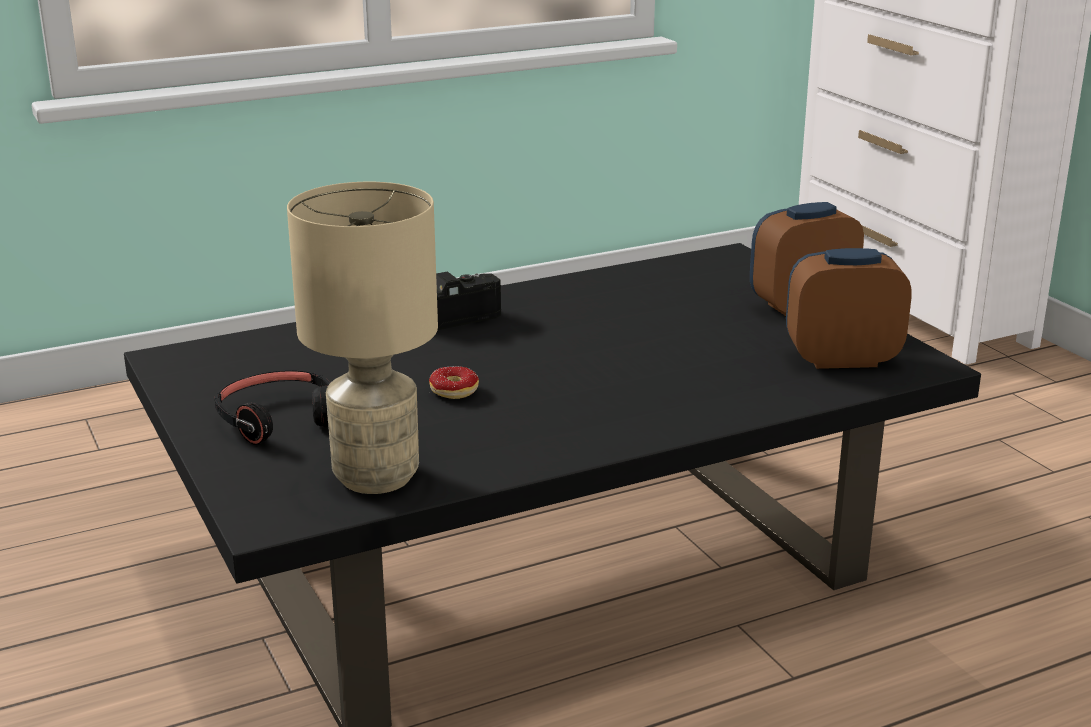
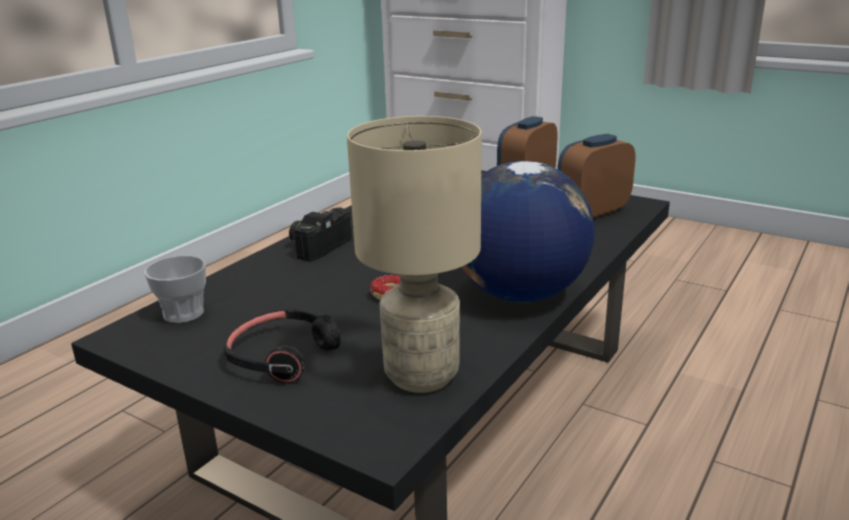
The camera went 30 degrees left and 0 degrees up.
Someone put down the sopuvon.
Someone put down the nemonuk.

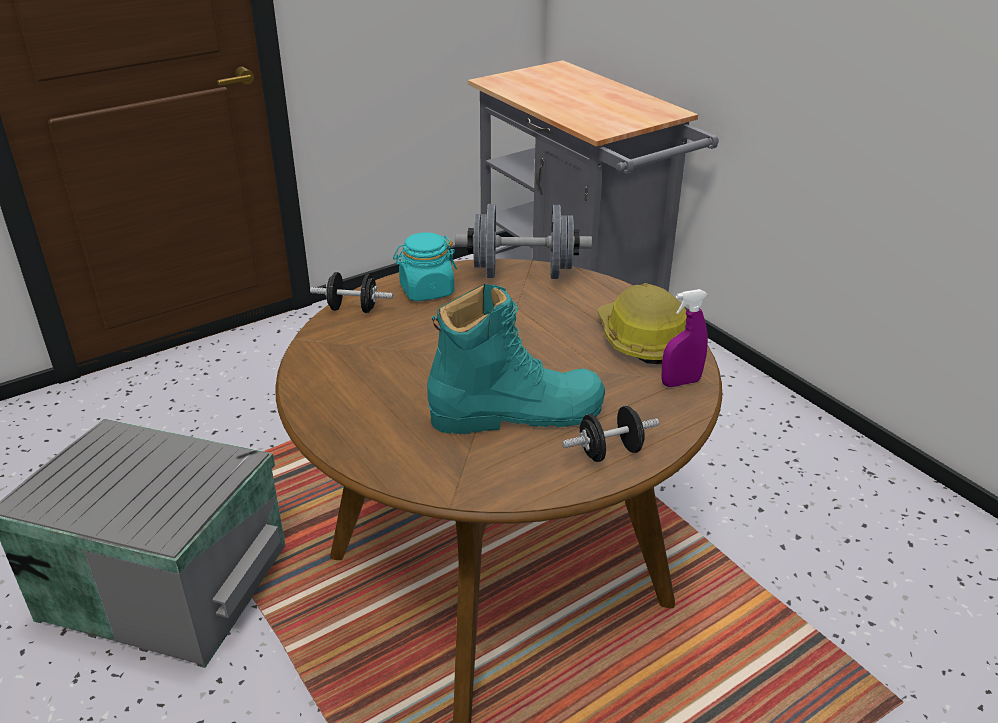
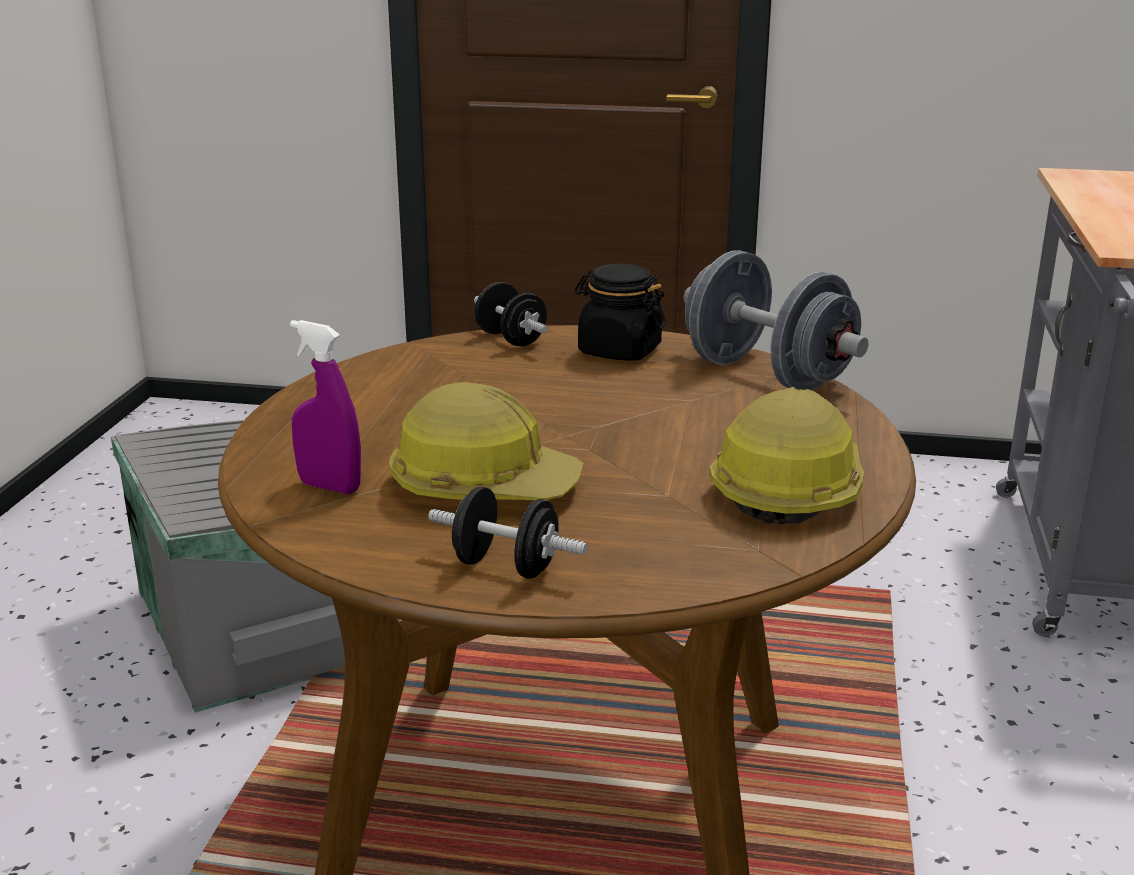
The camera went 45 degrees right and 10 degrees down.
Someone carried the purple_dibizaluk.
Someone swapped the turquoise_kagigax for the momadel (no. 1 from left).
Someone repainted the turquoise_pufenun, which became the black_pufenun.

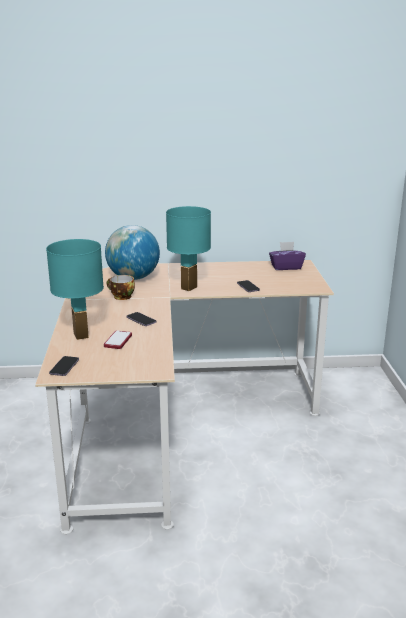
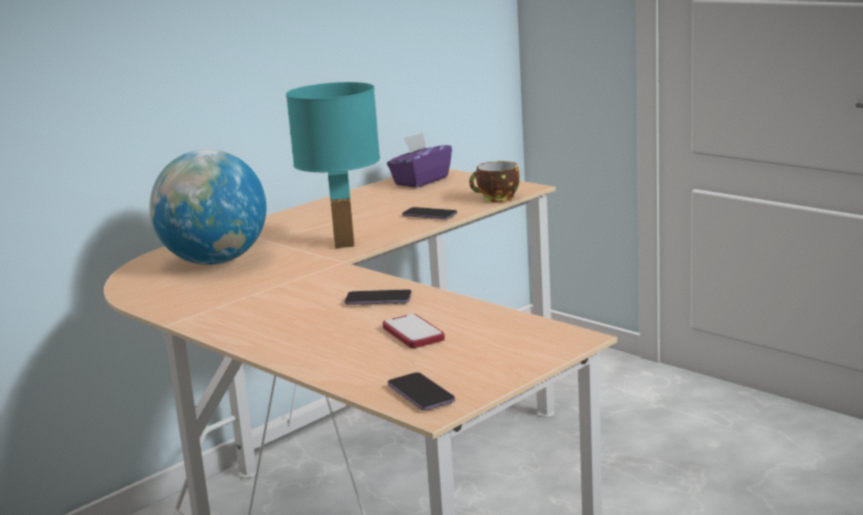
The camera went 40 degrees left and 5 degrees down.
Someone carried the sopuvon.
Someone took away the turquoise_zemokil (no. 1 from left).

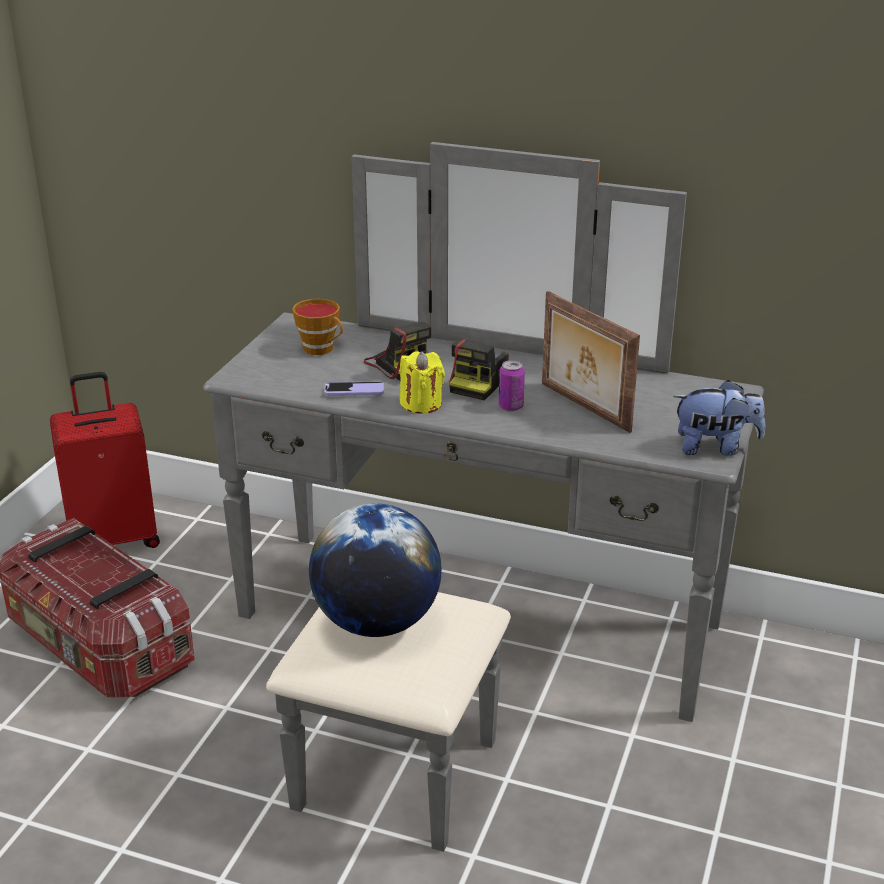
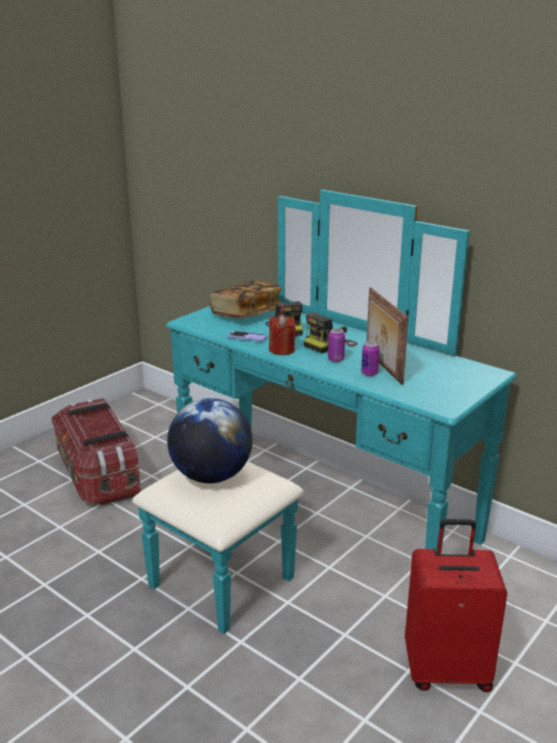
The camera went 20 degrees right and 5 degrees down.
Someone repainted the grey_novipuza, which became the turquoise_novipuza.
Someone swapped the sopuvon for the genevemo.
Someone repainted the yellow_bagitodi, which became the red_bagitodi.
Someone put down the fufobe (no. 2 from left).
Someone carried the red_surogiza.
Someone took away the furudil.

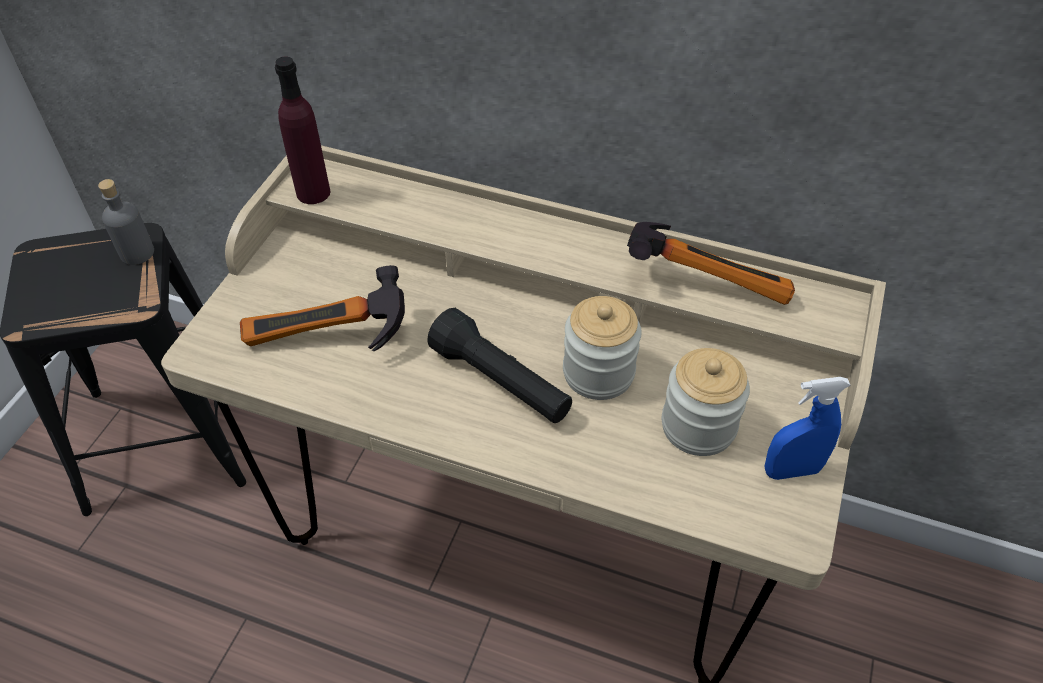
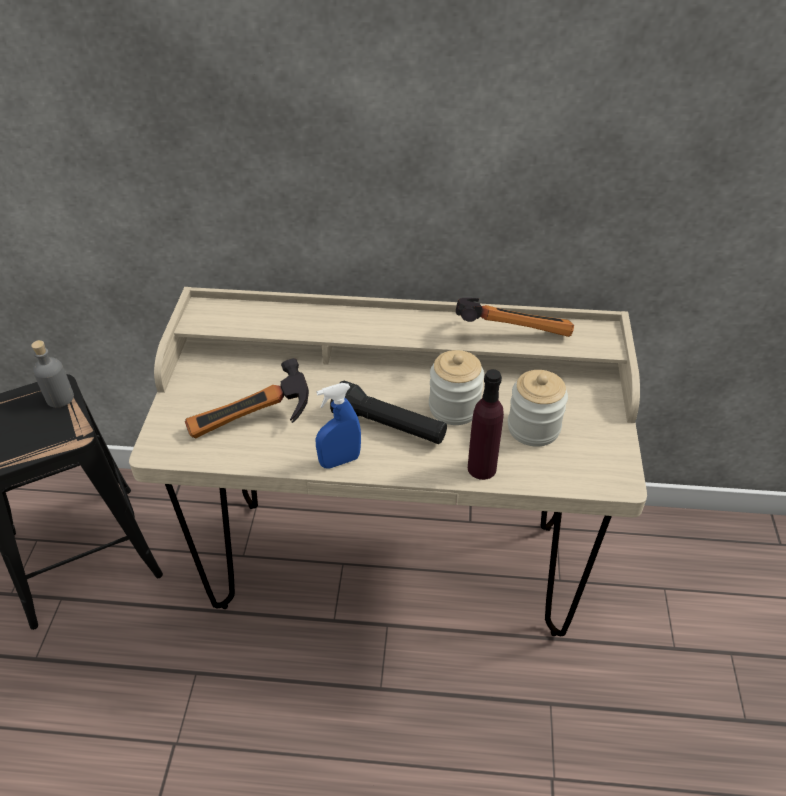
The camera went 15 degrees left and 5 degrees down.
Someone carried the blue_dibizaluk.
Someone carried the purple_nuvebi.

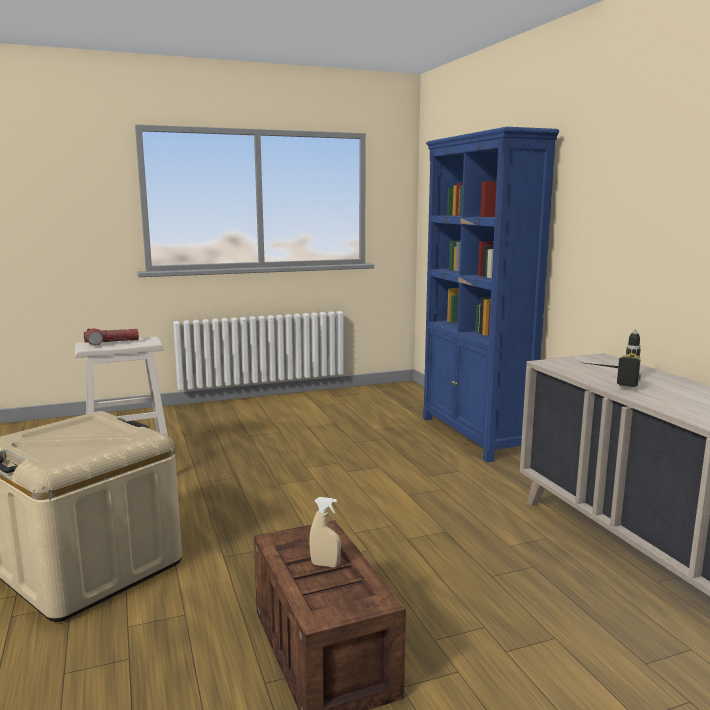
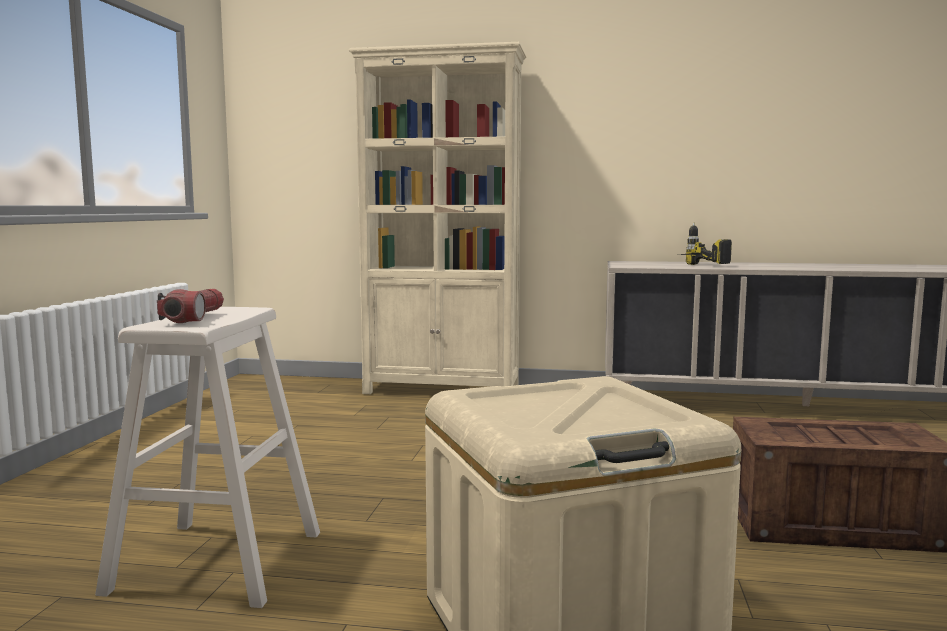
The camera went 60 degrees left and 5 degrees down.
Someone repainted the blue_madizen, which became the beige_madizen.
Someone took away the beige_dibizaluk.

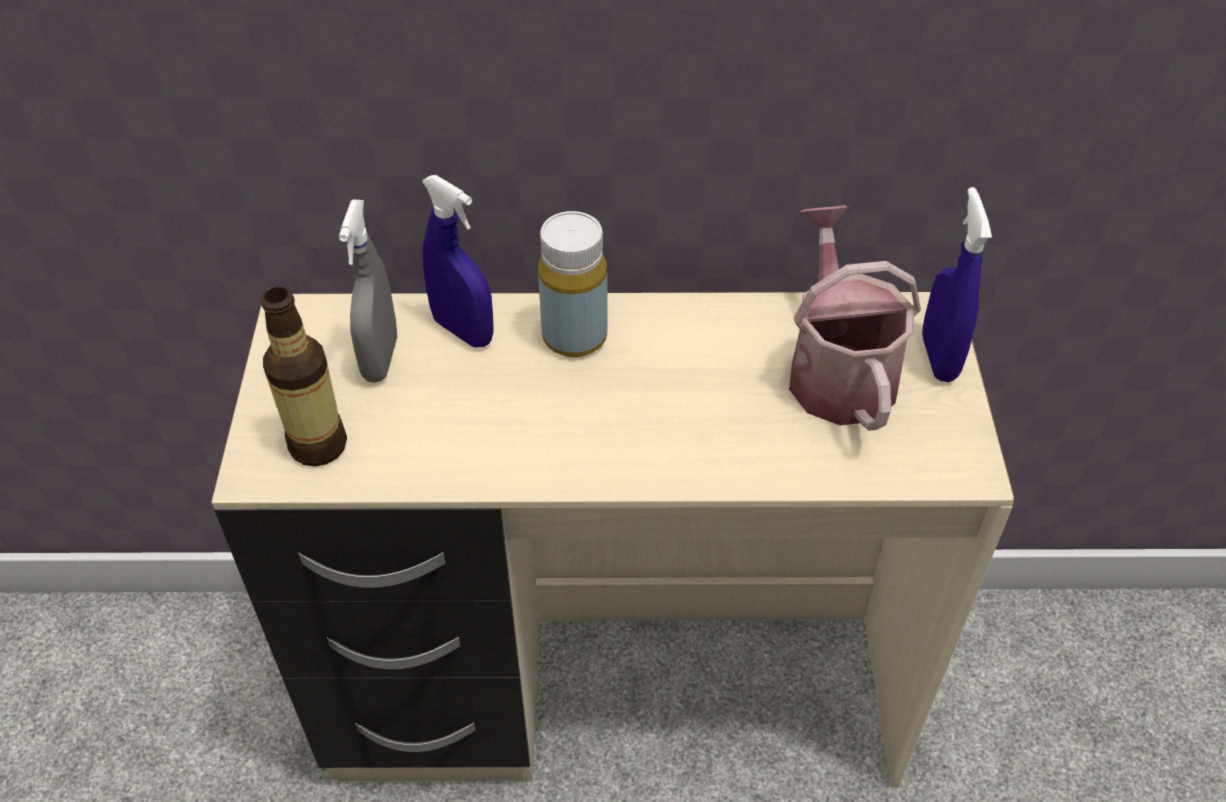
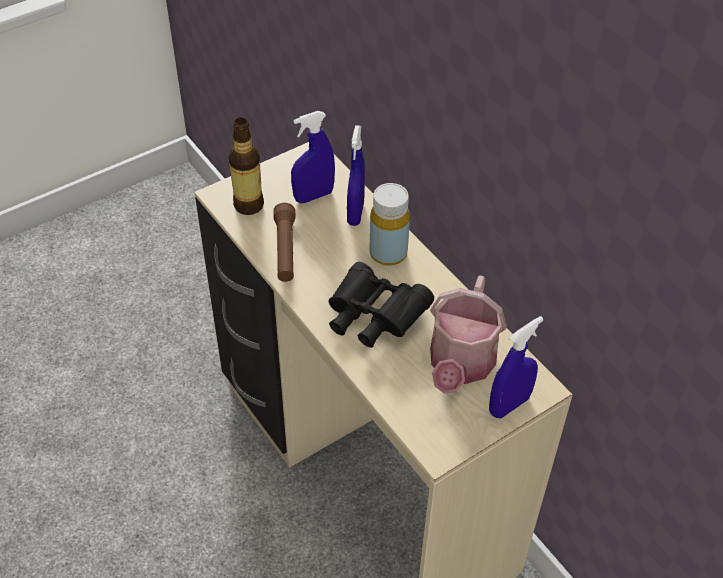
The camera went 55 degrees right and 0 degrees up.
Someone put down the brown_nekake.
Someone repainted the grey_dibizaluk, which became the blue_dibizaluk (no. 1 from left).
Someone put down the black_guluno.
Someone rotated the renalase by 150 degrees clockwise.

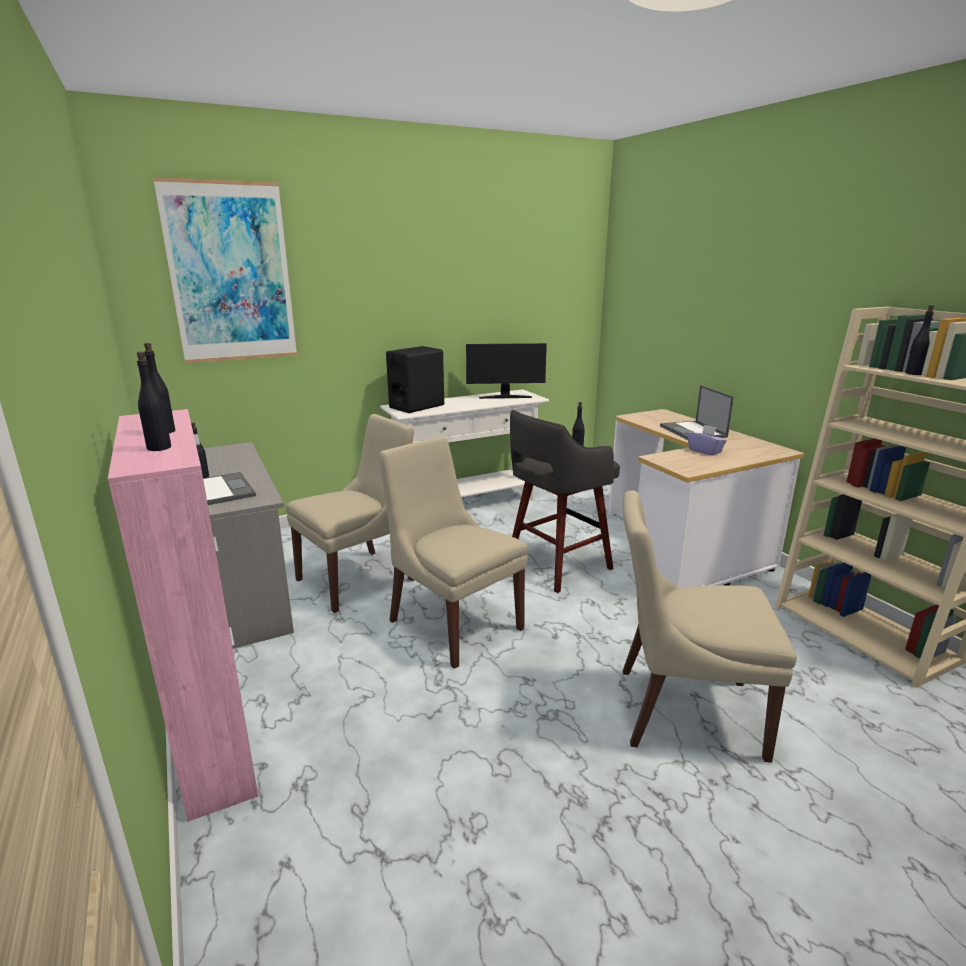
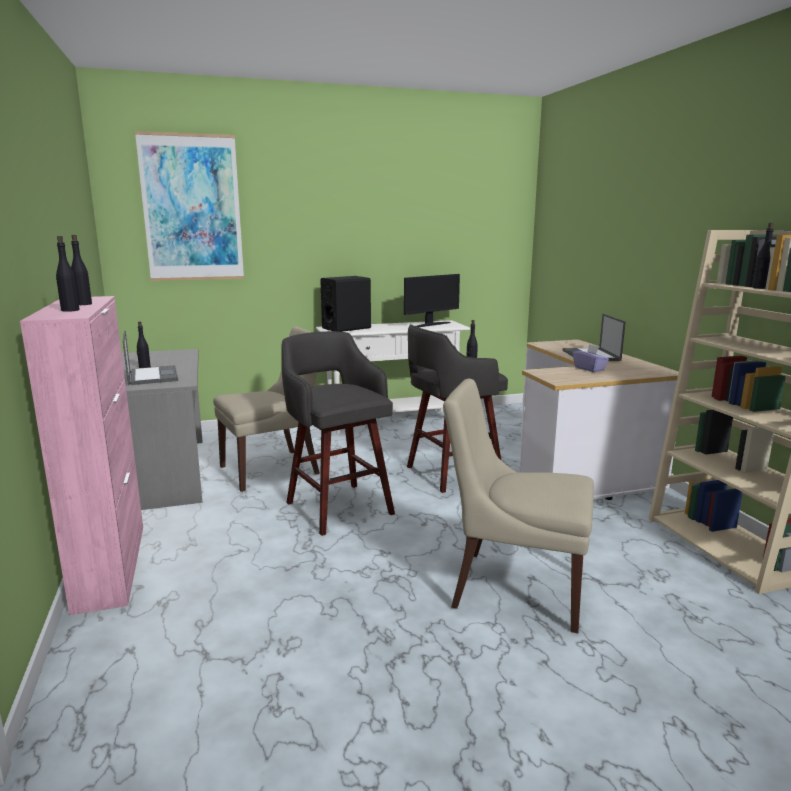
The camera went 10 degrees right and 5 degrees down.
Someone swapped the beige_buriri (no. 2 from left) for the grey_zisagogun (no. 1 from left).
Someone rotated the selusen by 45 degrees counterclockwise.

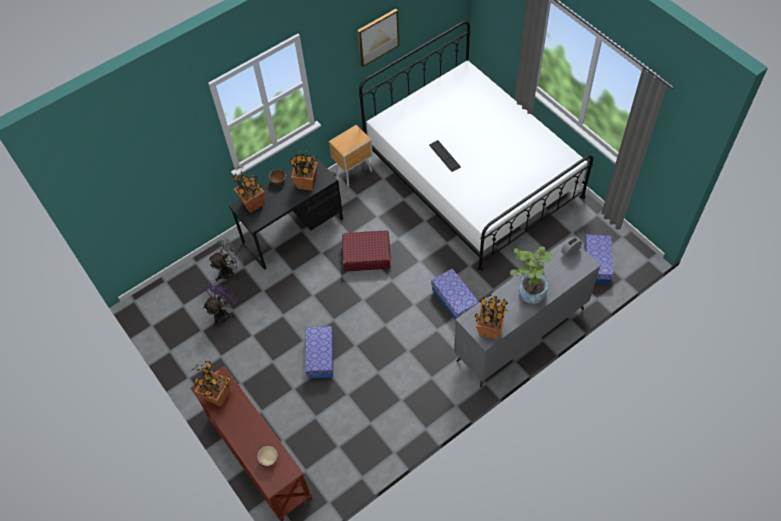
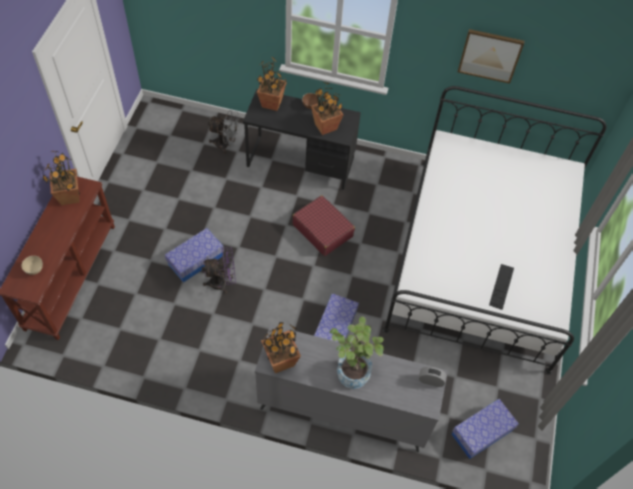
The camera went 45 degrees right and 0 degrees up.
Someone carried the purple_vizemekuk.
Someone carried the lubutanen.
Someone took away the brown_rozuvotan.

